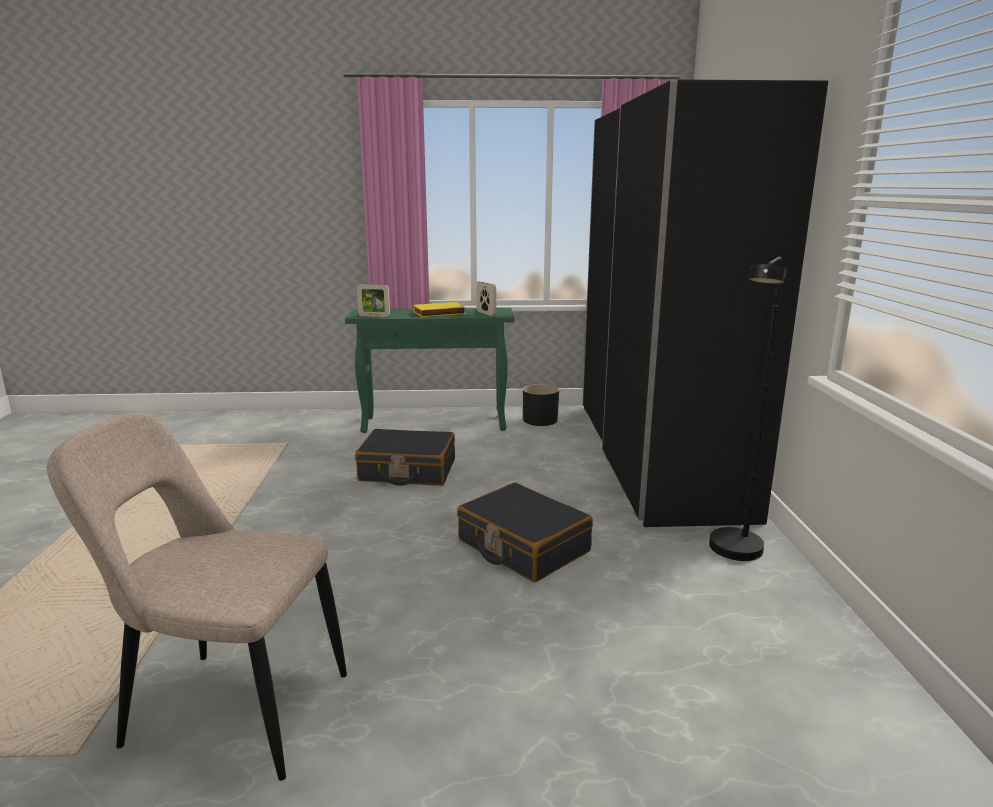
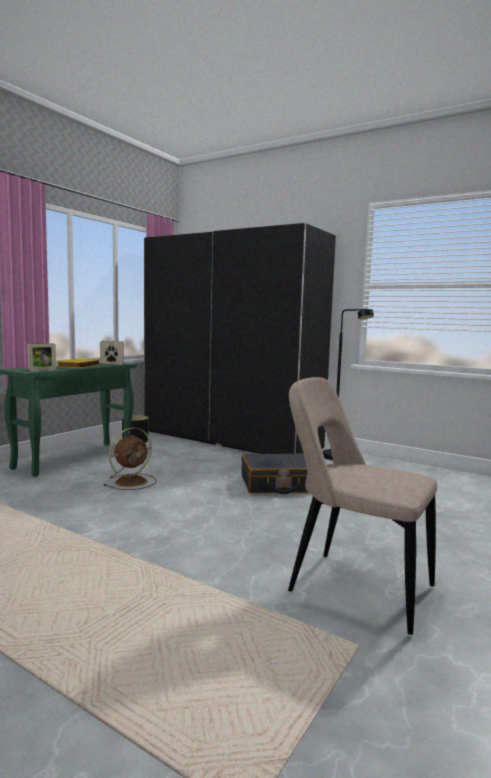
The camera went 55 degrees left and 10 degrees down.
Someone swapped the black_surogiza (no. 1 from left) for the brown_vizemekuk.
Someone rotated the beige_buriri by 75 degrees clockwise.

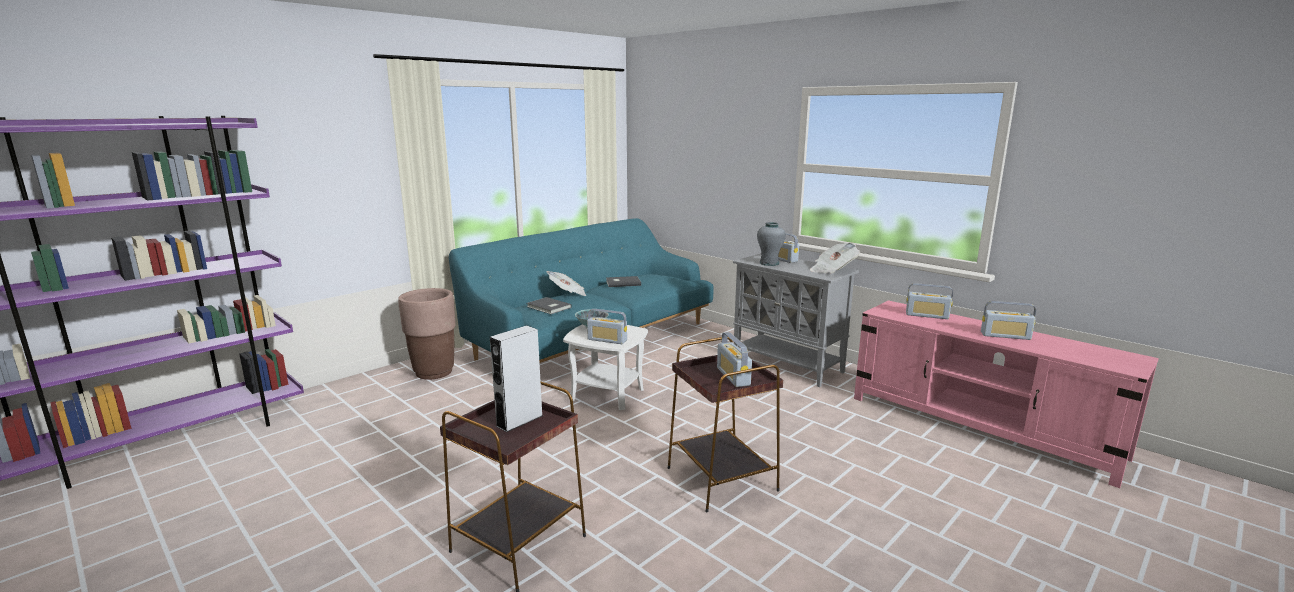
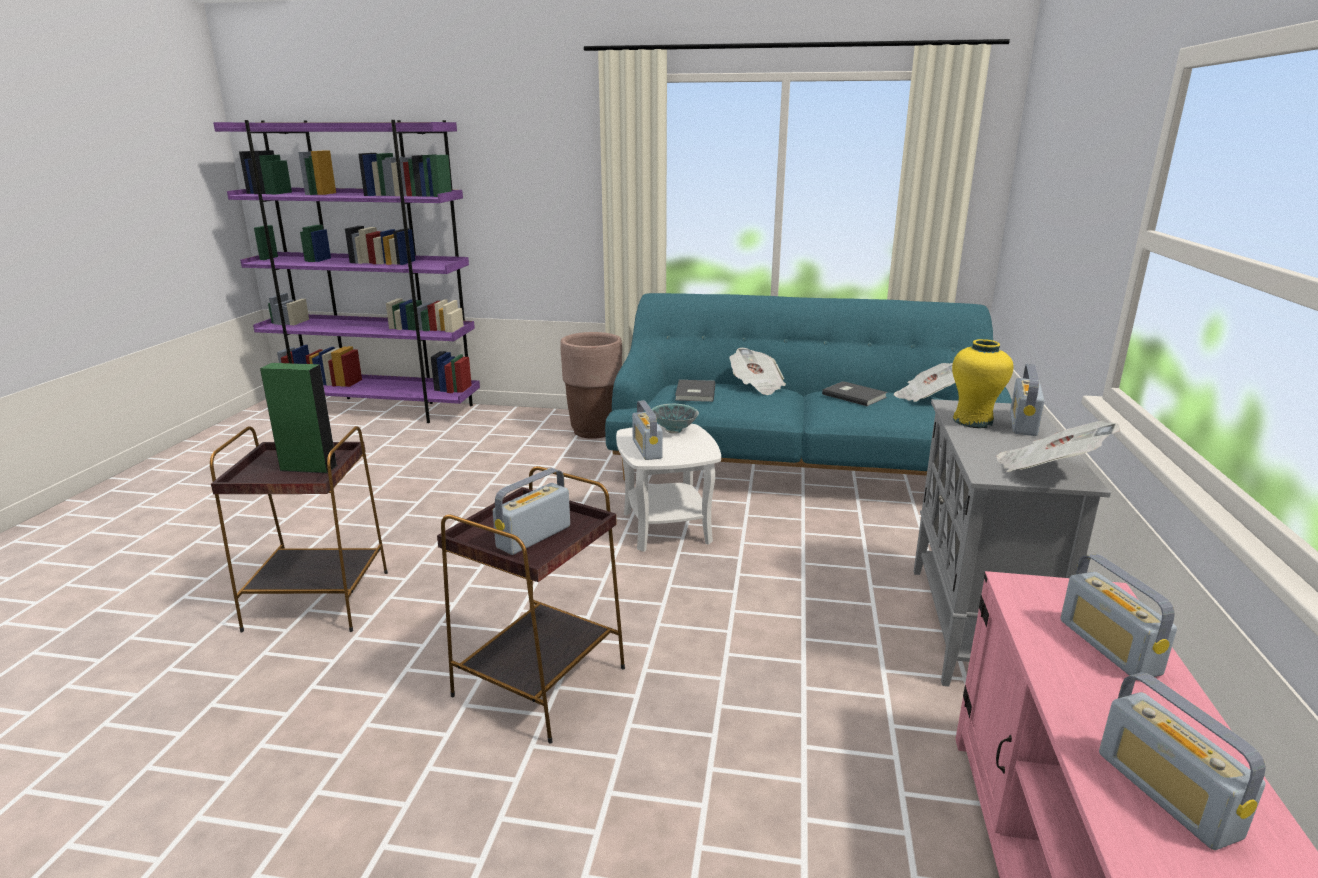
The camera went 55 degrees right and 5 degrees up.
Someone repainted the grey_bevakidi, which became the green_bevakidi.
Someone put down the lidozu (no. 2 from left).
Someone repainted the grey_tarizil, which became the yellow_tarizil.

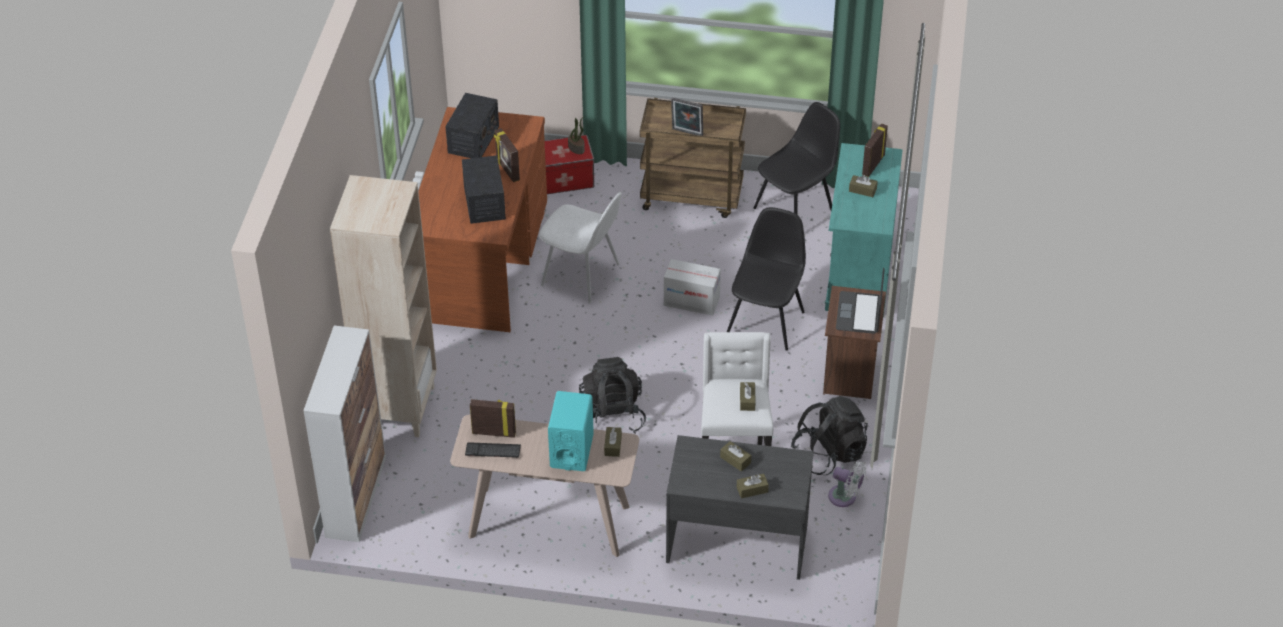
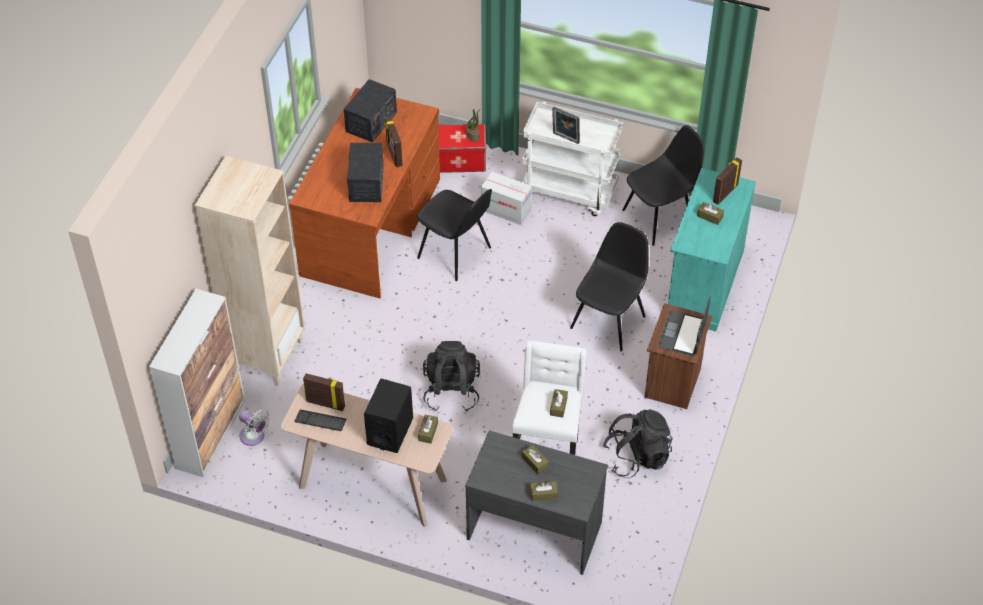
The camera went 10 degrees right and 5 degrees up.
Someone carried the white_vizemekuk.
Someone repainted the turquoise_bevakidi, which became the black_bevakidi.
Someone repainted the white_buriri, which became the black_buriri (no. 1 from left).
Someone carried the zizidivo.
Someone repainted the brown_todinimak, which became the white_todinimak.

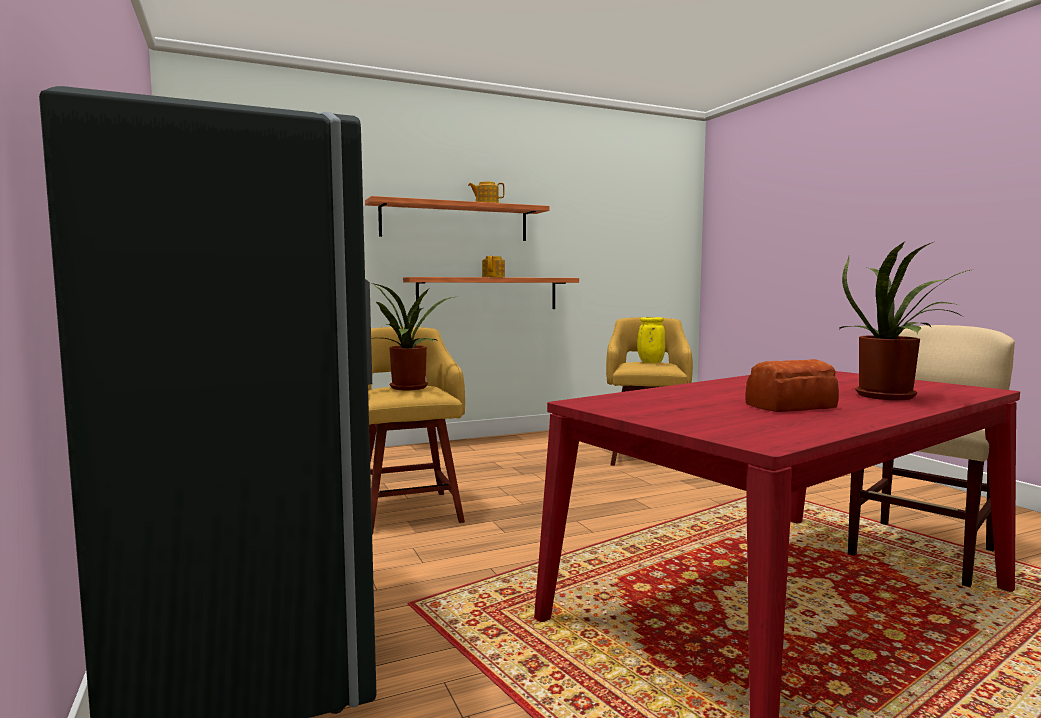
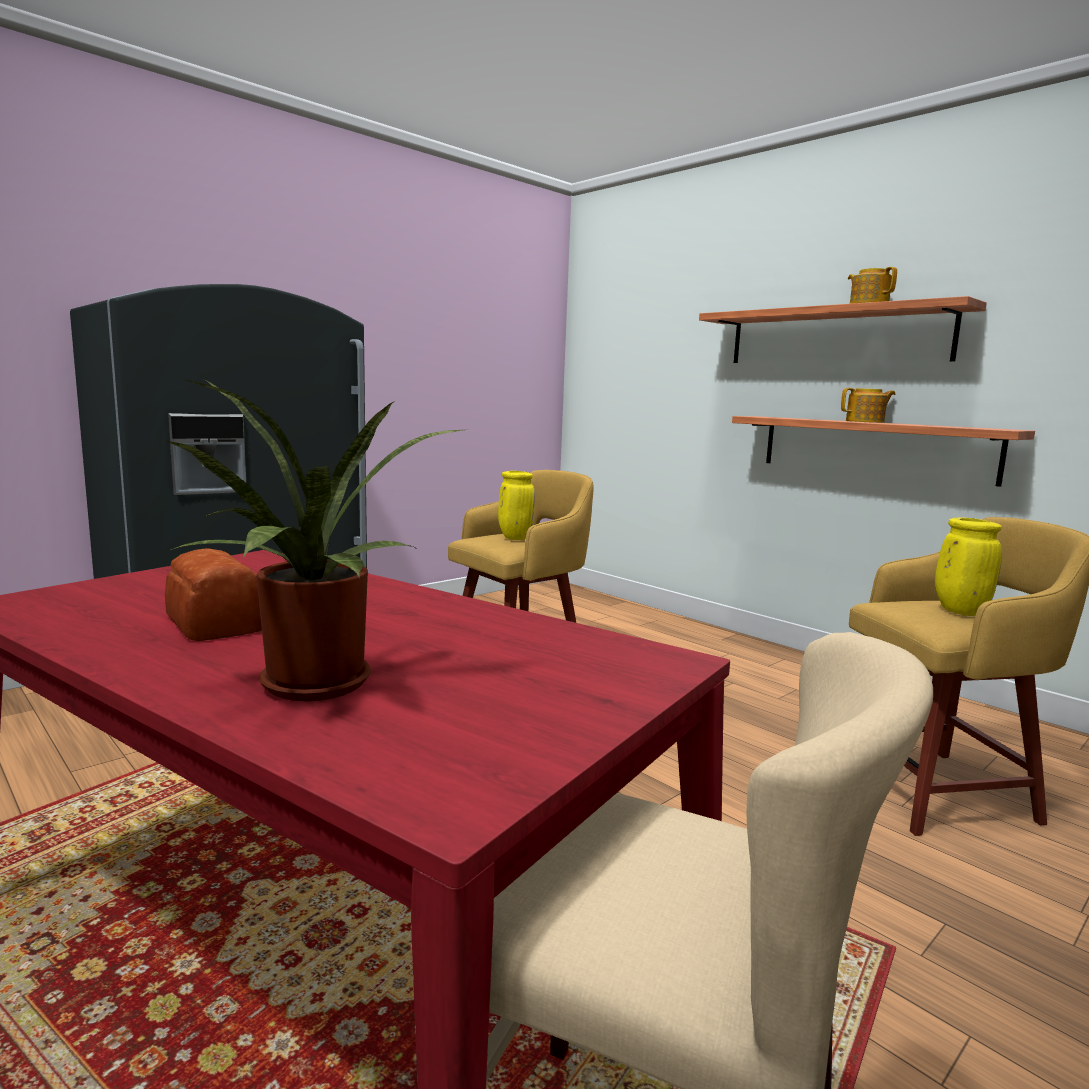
The camera went 70 degrees right and 5 degrees up.
Someone swapped the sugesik (no. 1 from left) for the yellow_tarizil (no. 1 from left).

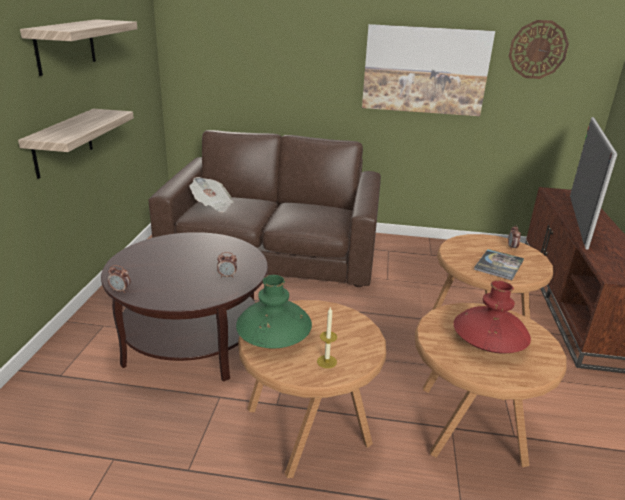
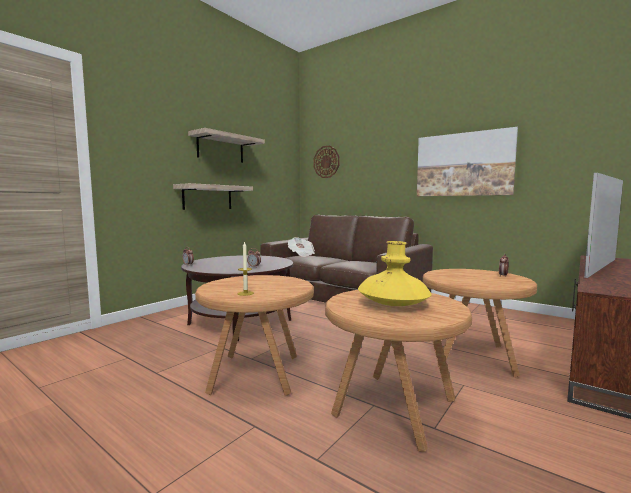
The camera went 30 degrees right and 20 degrees down.
Someone carried the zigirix.
Someone repainted the red_tarizil, which became the yellow_tarizil.
Someone took away the green_tarizil.
Someone took away the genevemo.

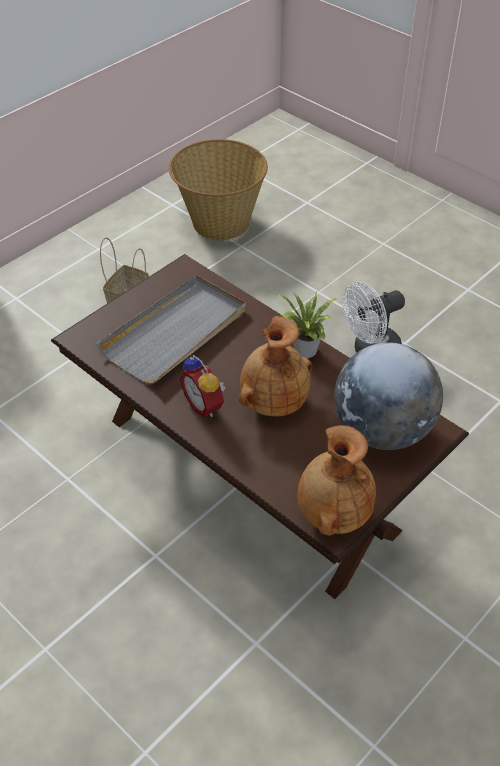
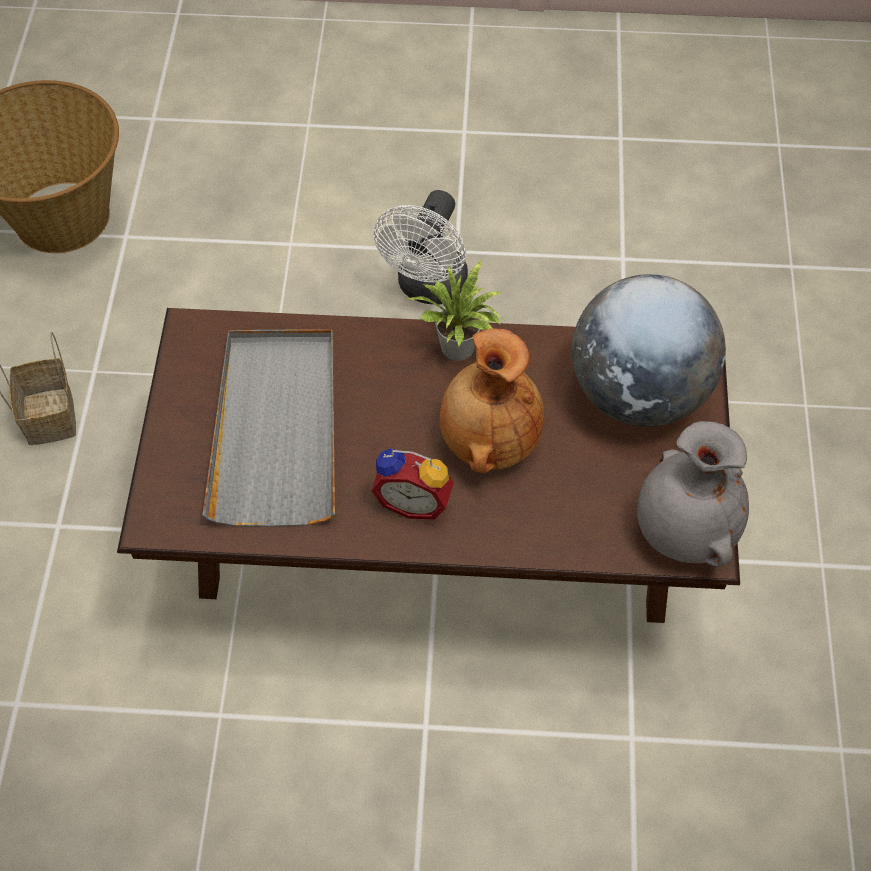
The camera went 40 degrees left and 10 degrees up.
Someone repainted the brown_tarizil (no. 2 from left), which became the grey_tarizil.

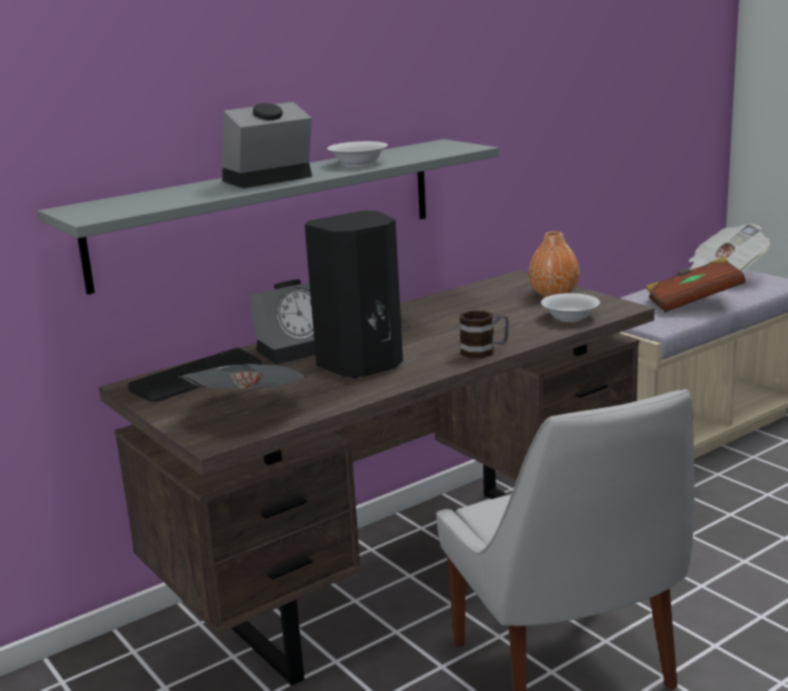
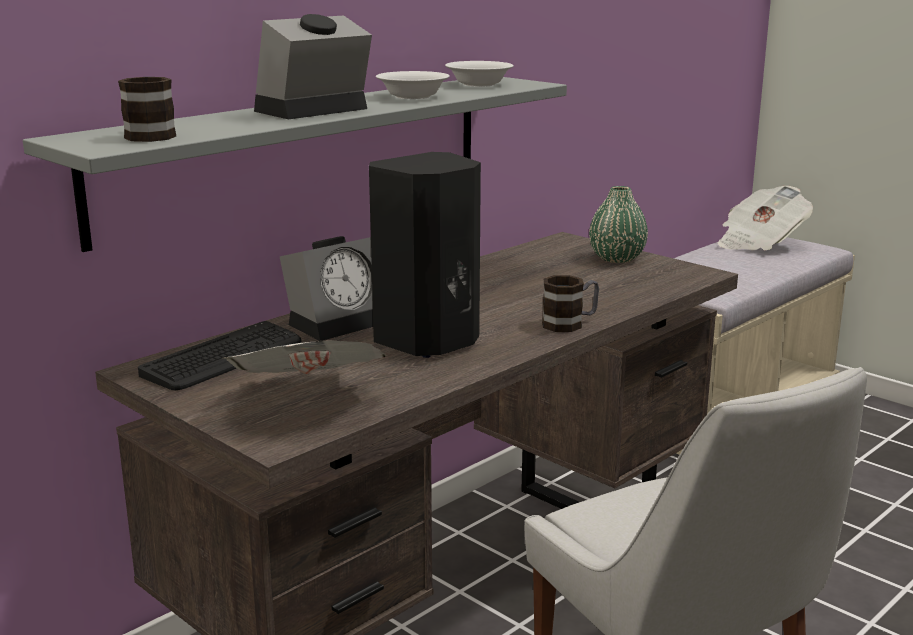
The camera went 10 degrees left and 0 degrees up.
Someone put down the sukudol (no. 1 from left).
Someone carried the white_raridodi (no. 2 from left).
Someone repainted the orange_tarizil, which became the green_tarizil.
Someone took away the brown_genevemo.

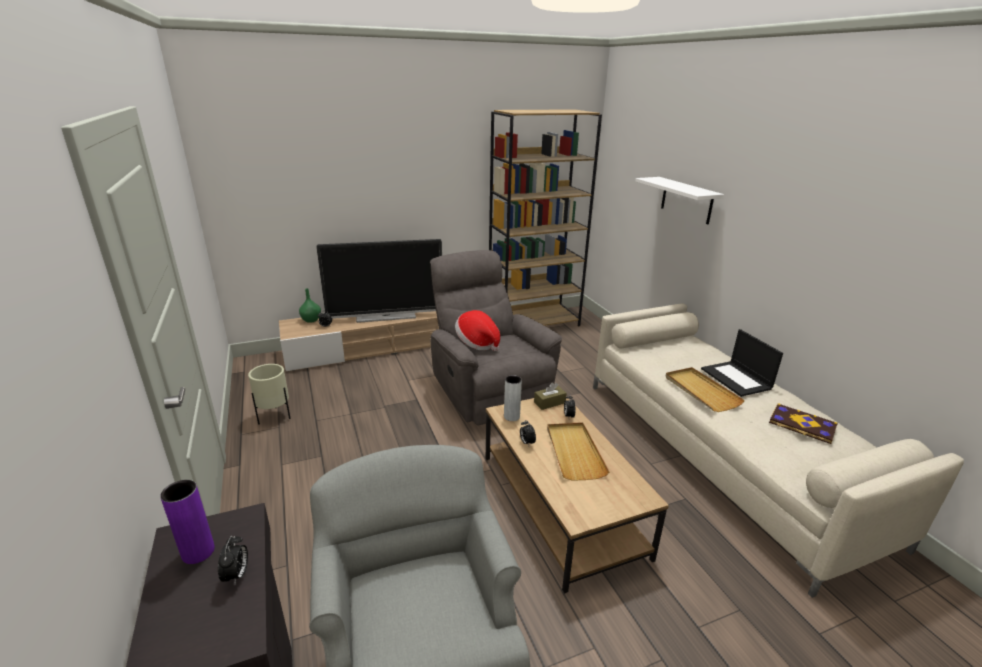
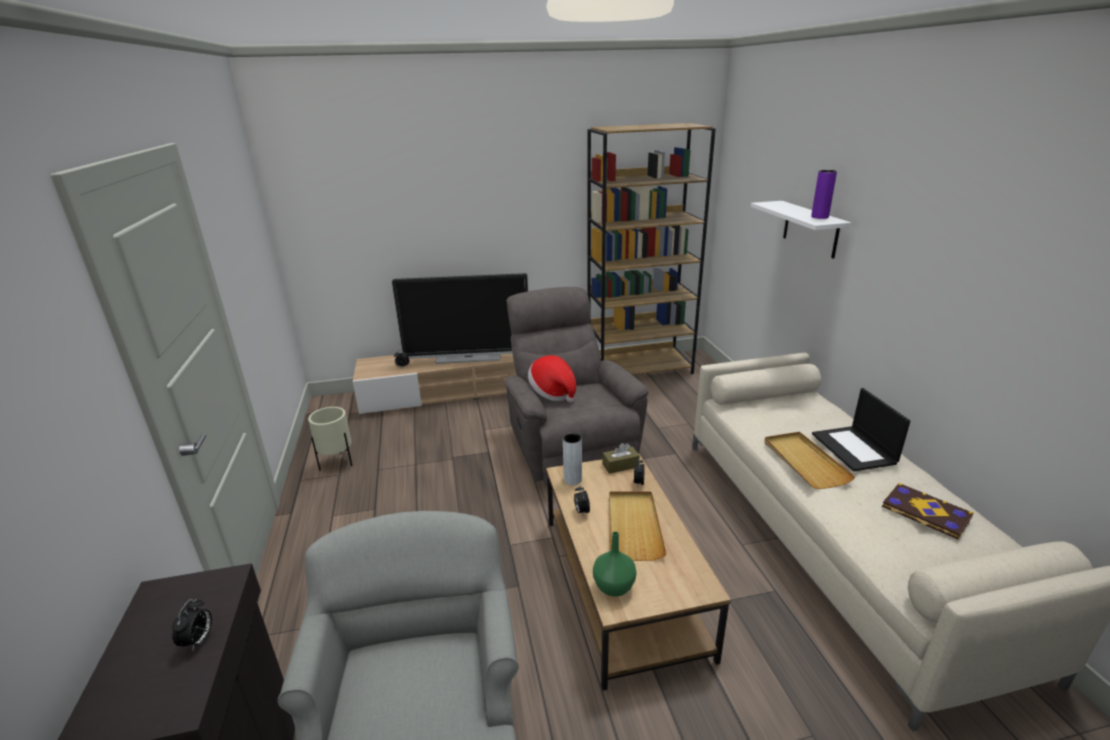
The camera went 10 degrees right and 0 degrees up.
Someone carried the green_tarizil.
Someone carried the purple_tarizil.

